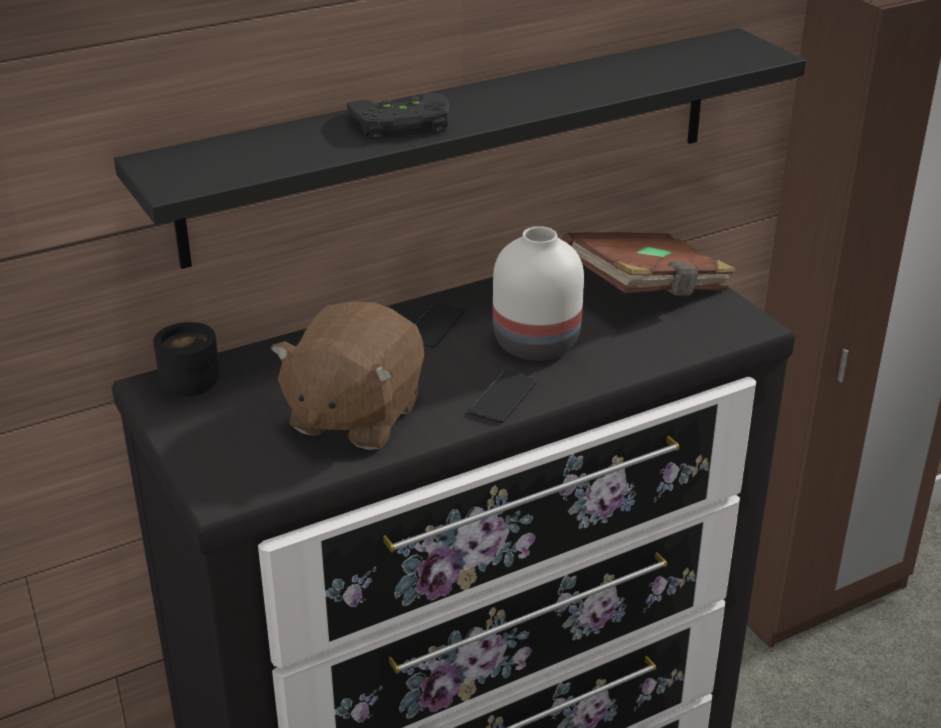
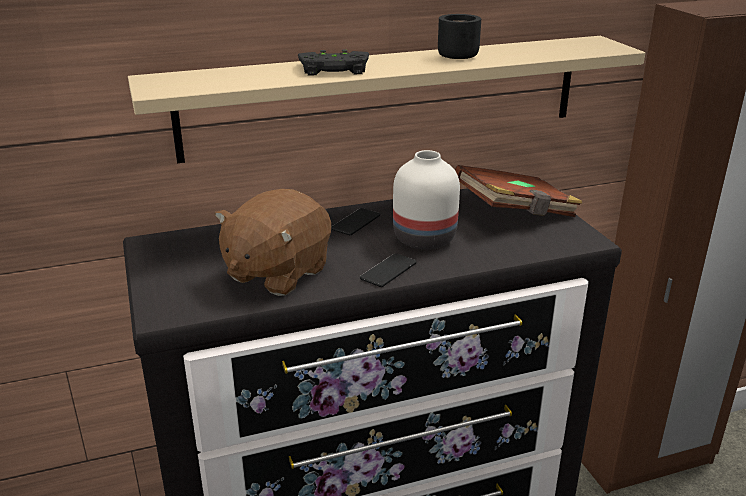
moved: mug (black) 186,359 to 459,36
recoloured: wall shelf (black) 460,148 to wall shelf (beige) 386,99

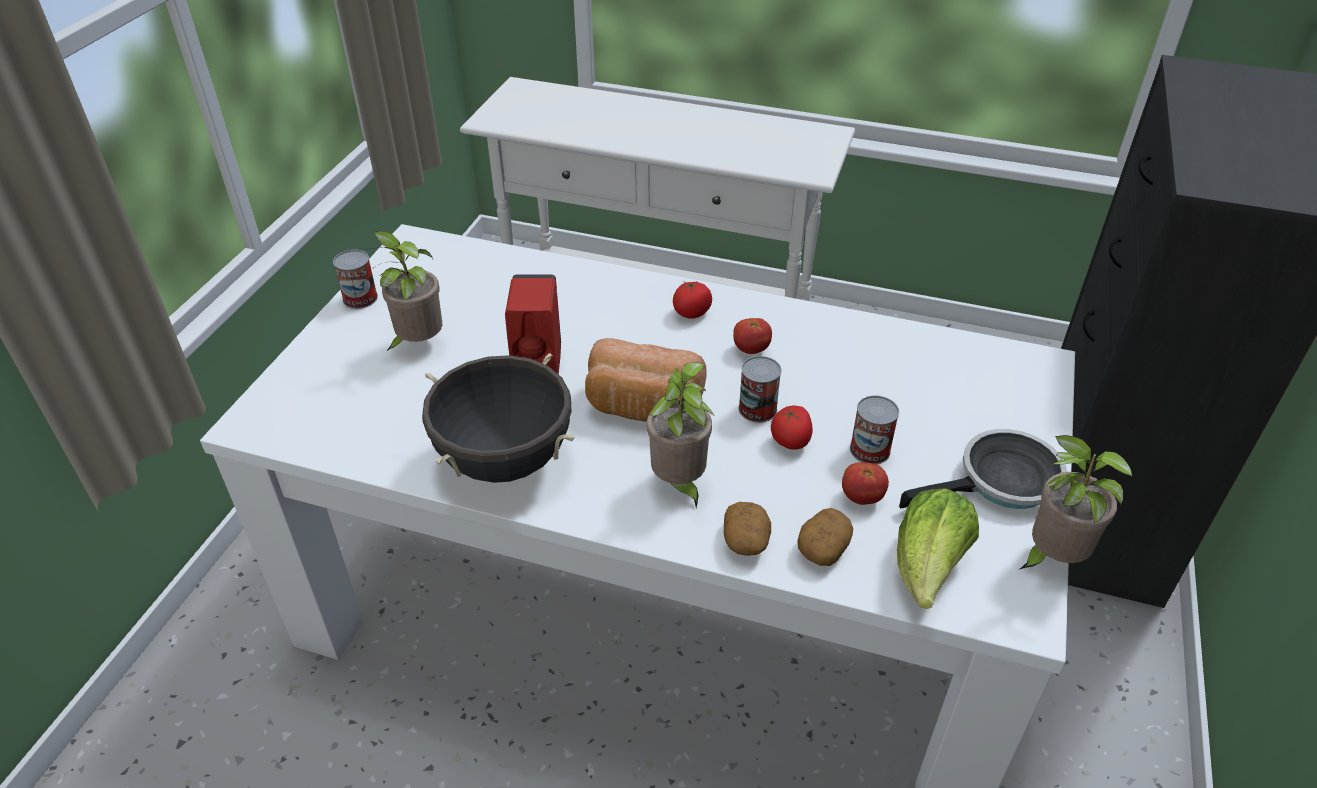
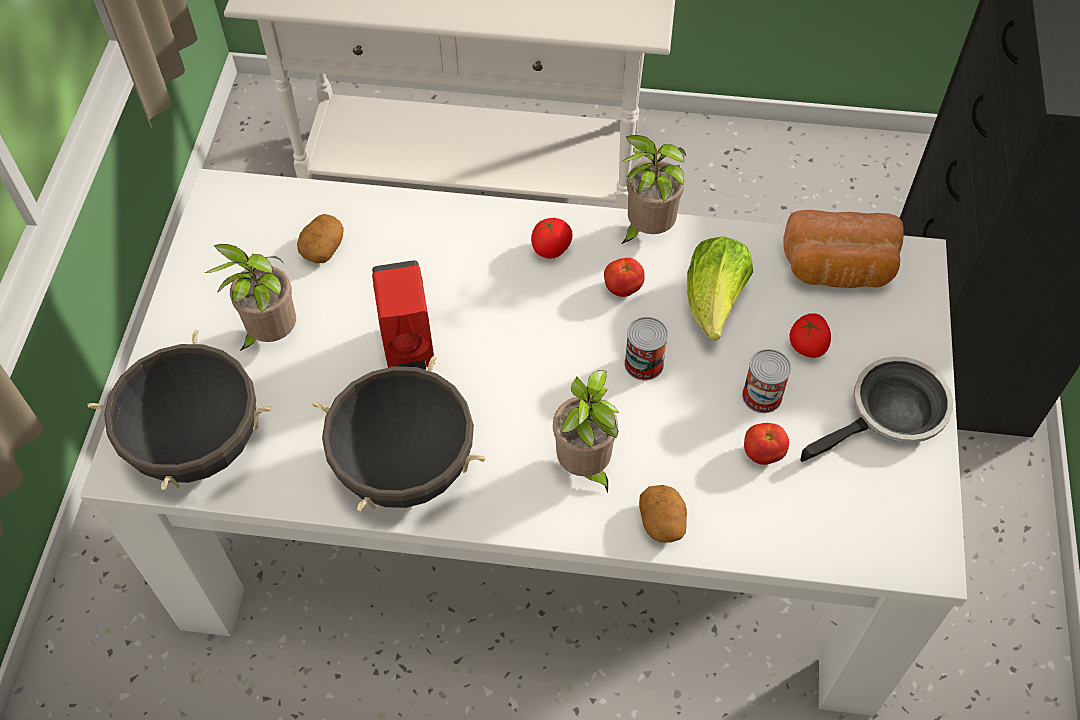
removed: can 355,279
added: saucepot (black) 180,410
moved: baked bread 646,380 to 843,249; fresh tomato 792,428 to 810,335; houseplant 1076,502 to 653,189; head of lettuce 938,548 to 720,288; whole potato 825,537 to 320,239

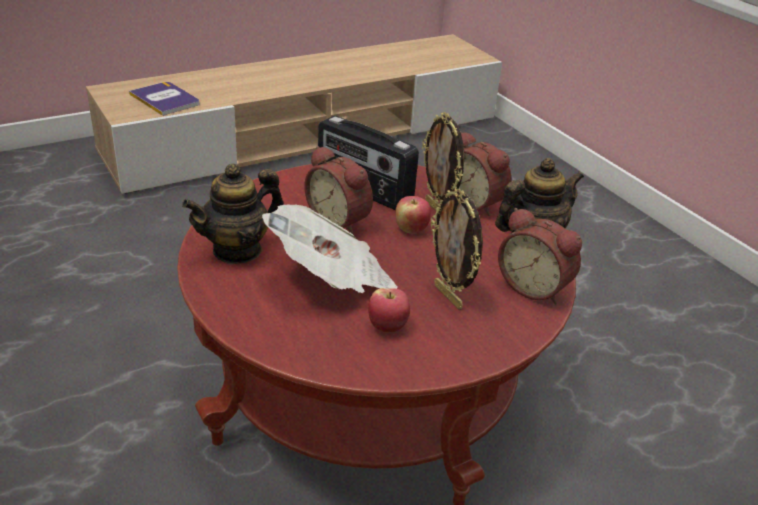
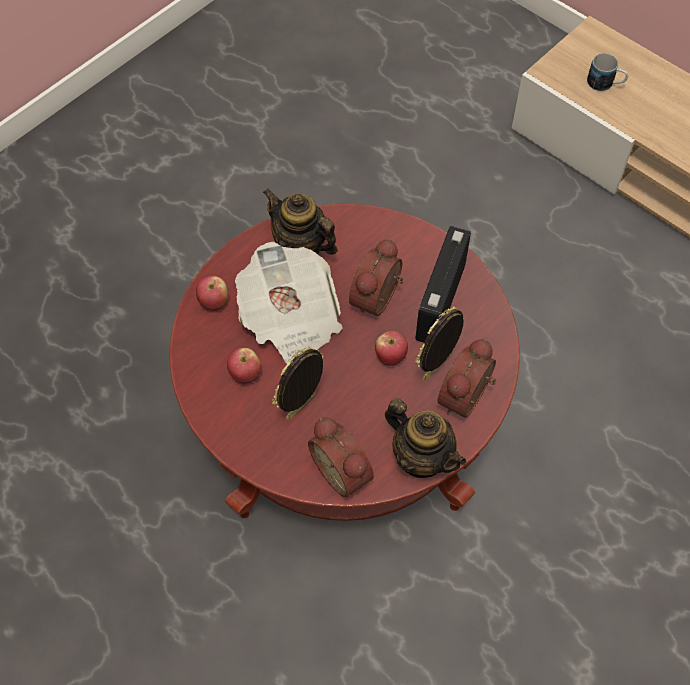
added: whole apple 212,293
replaced: bound book 164,99 to mug 607,72
turned: table clock 540,256 = 341,457 60 degrees counterclockwise

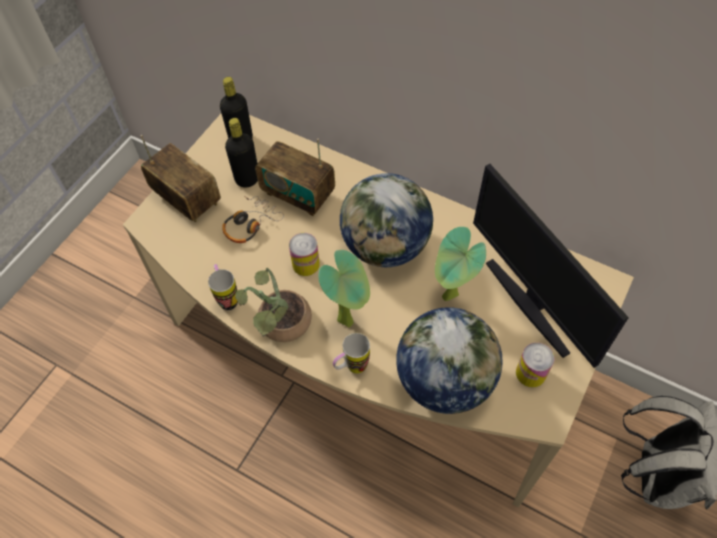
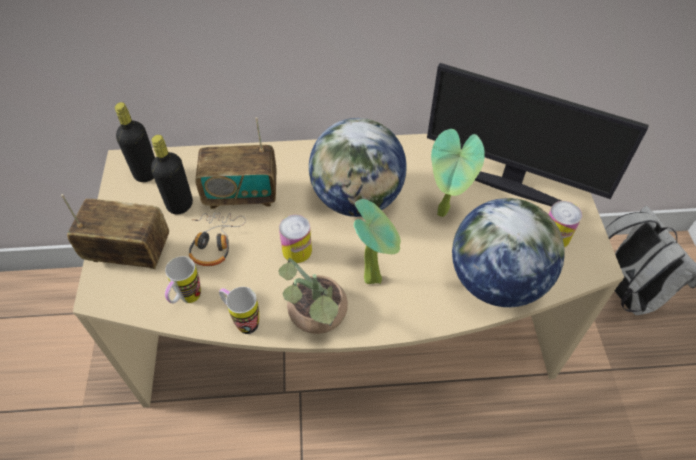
moved: mug 351,353 to 183,279

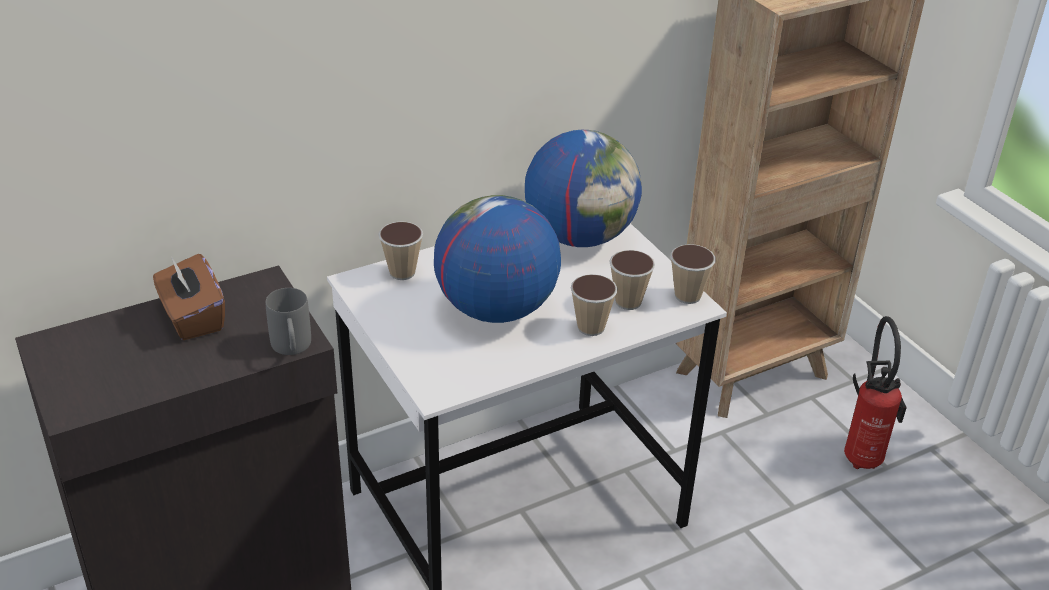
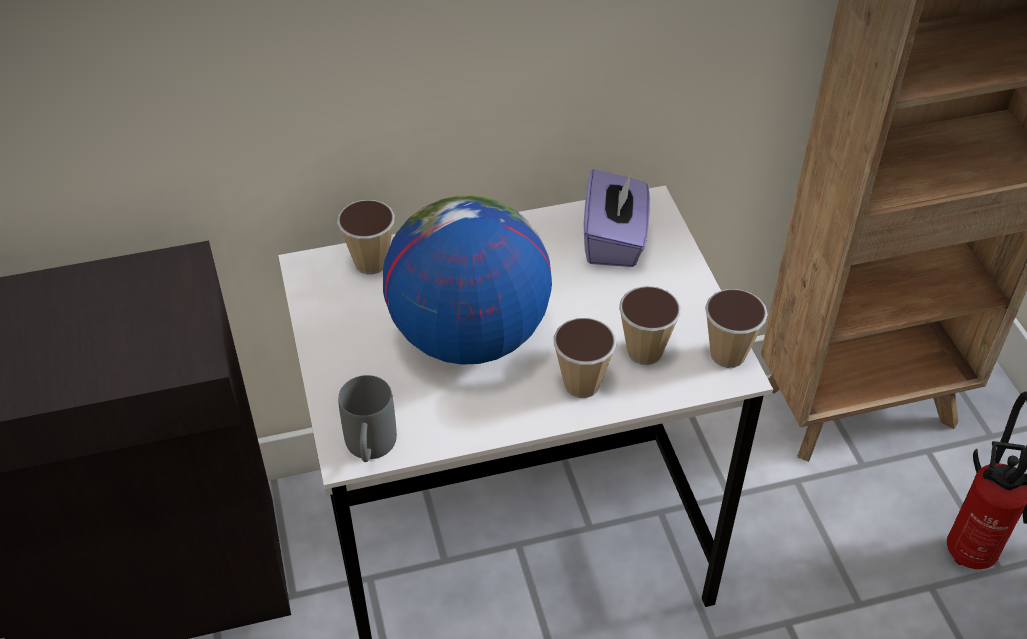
removed: box of tissues (brownish) 189,297
moved: mug (grey) 288,321 to 367,418
replaced: globe 583,188 to box of tissues (purple-coloured) 617,218

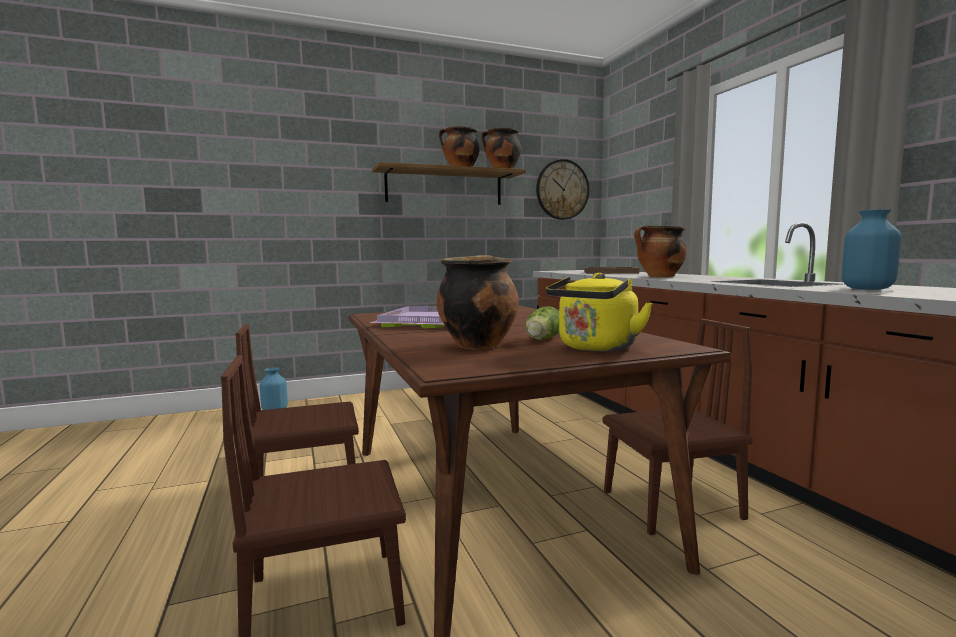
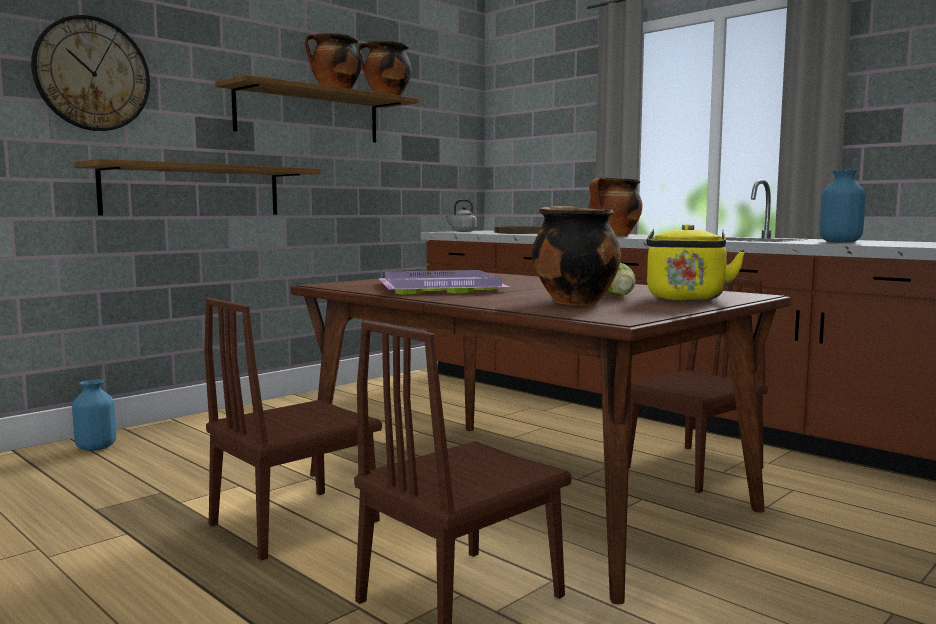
added: wall shelf 197,187; water kettle (grey) 460,216
moved: hanging clock 562,189 to 90,73

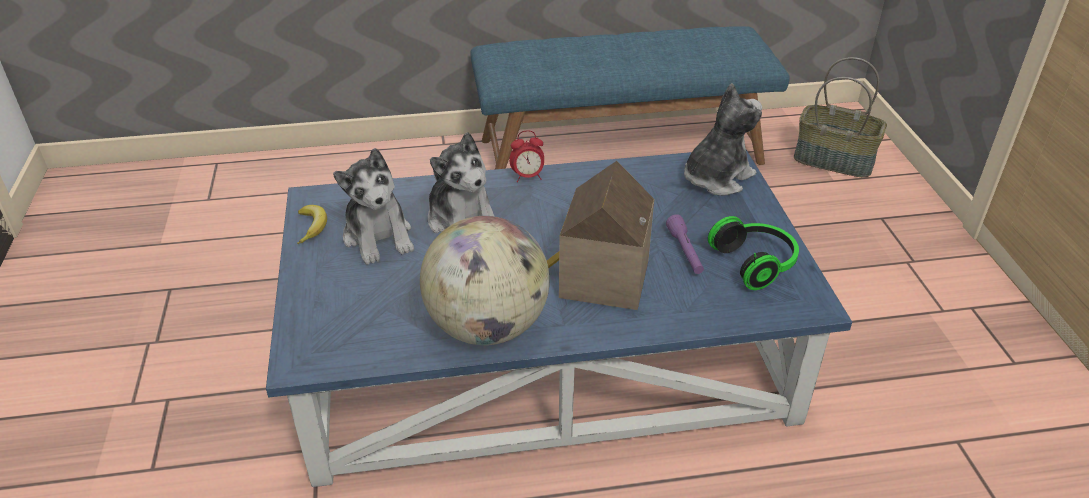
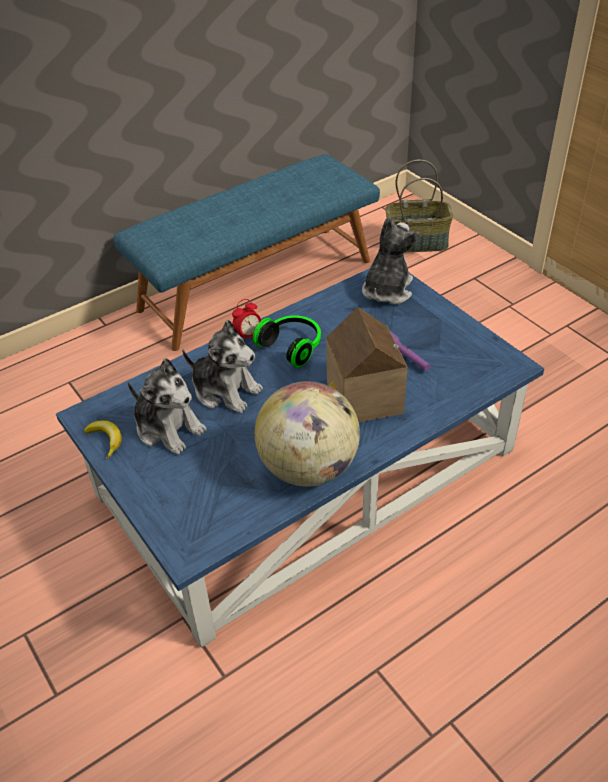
moved: headset 753,253 to 287,341

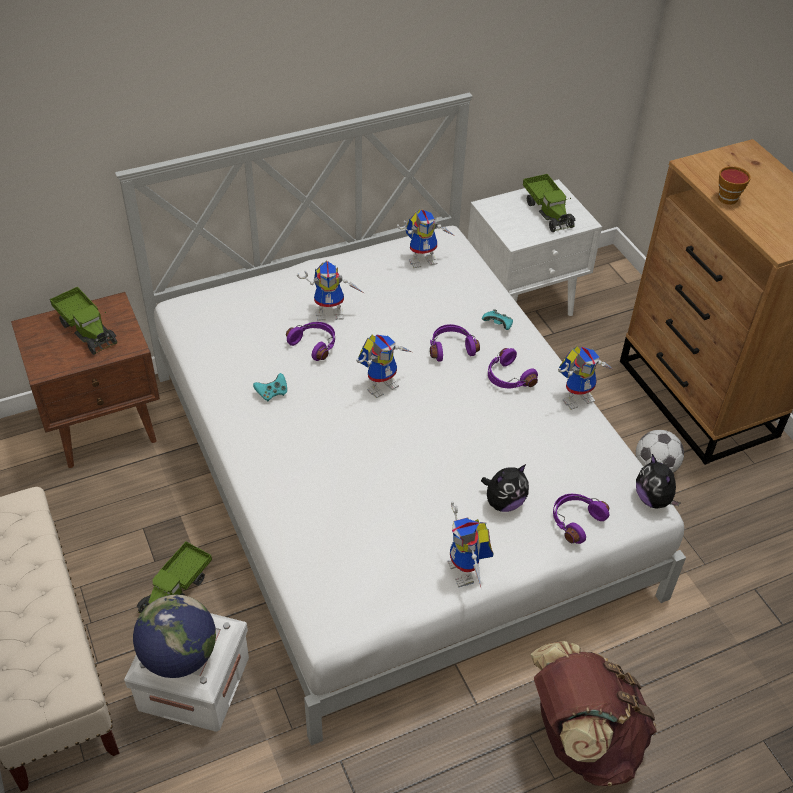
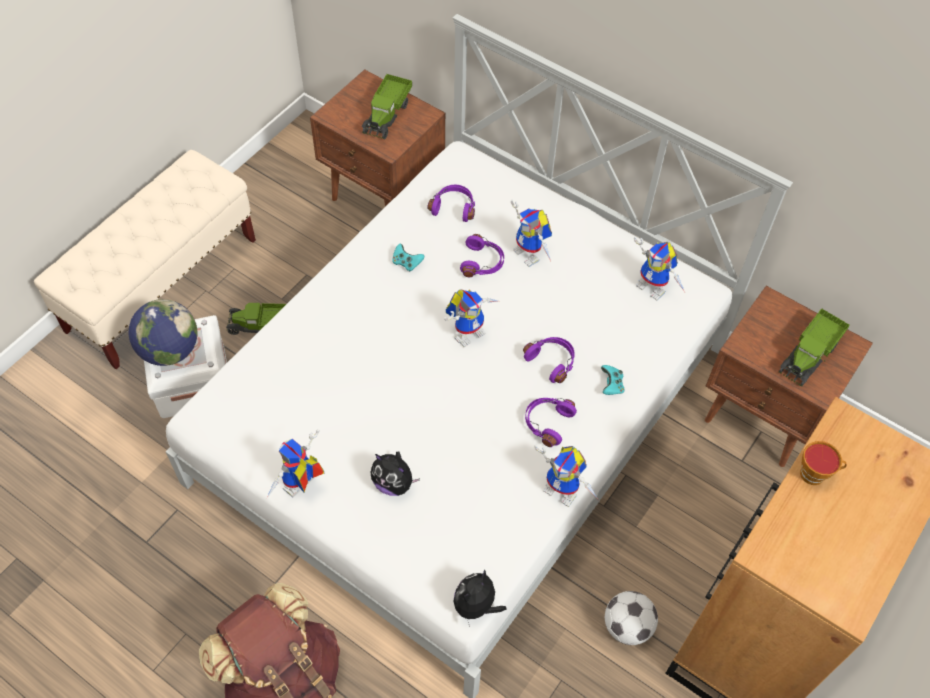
moved: headset (purple-coloured) 581,519 to 451,203
recoloured: bedside table (white) 535,247 to bedside table (brownish) 789,376
turned: robot figure 384,366 = 470,318 60 degrees counterclockwise

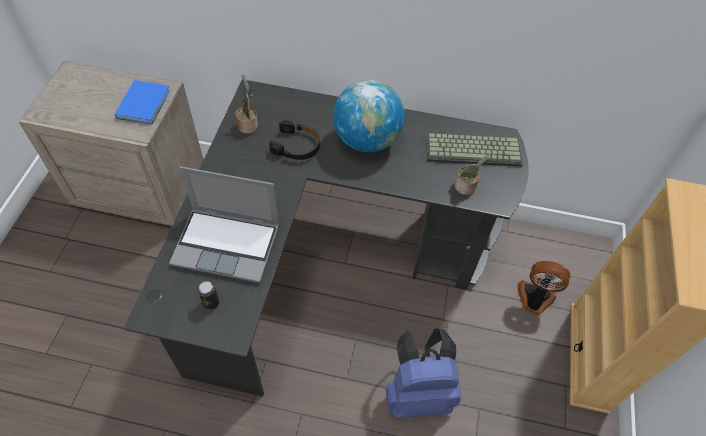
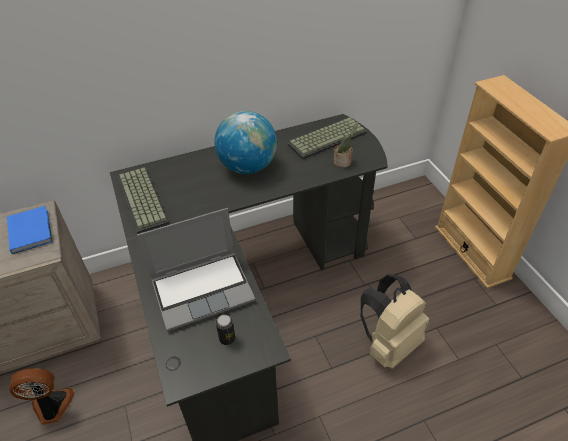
removed: headset (black) 294,140
moved: cooling fan 544,288 to 41,396
replaced: houseplant 246,104 to keyboard 143,200
recoloured: rucksack (blue-coloured) 424,373 to rucksack (beige) 394,321

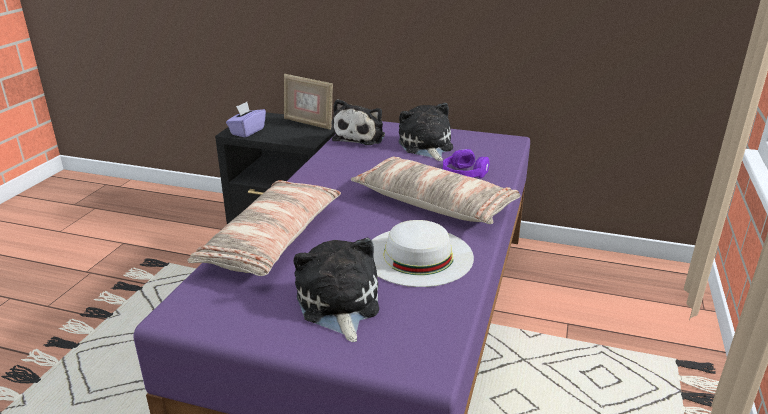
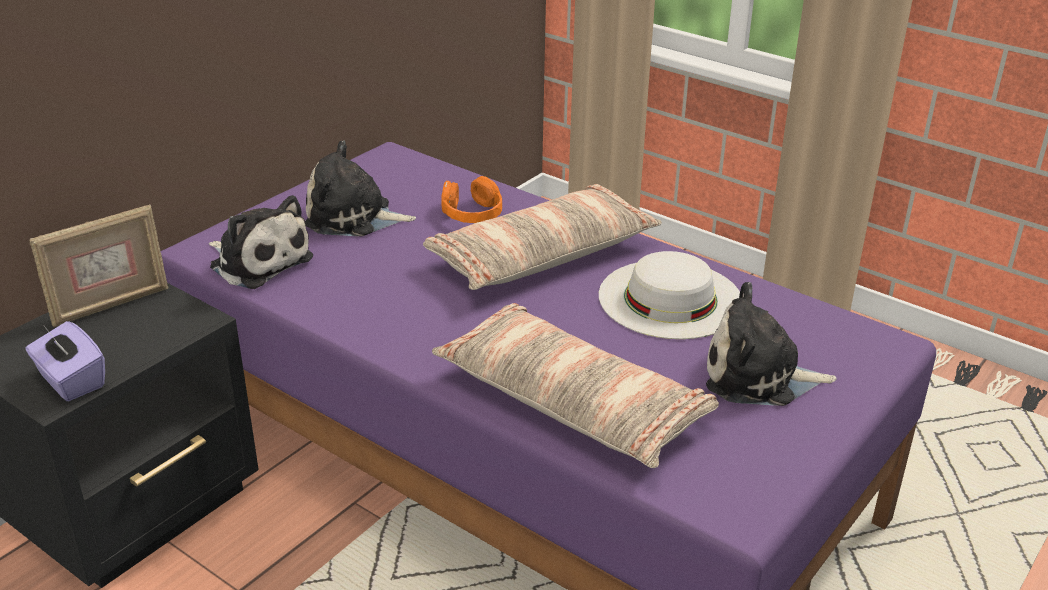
recoloured: headset (purple-coloured) 466,163 to headset (orange-coloured) 471,199

